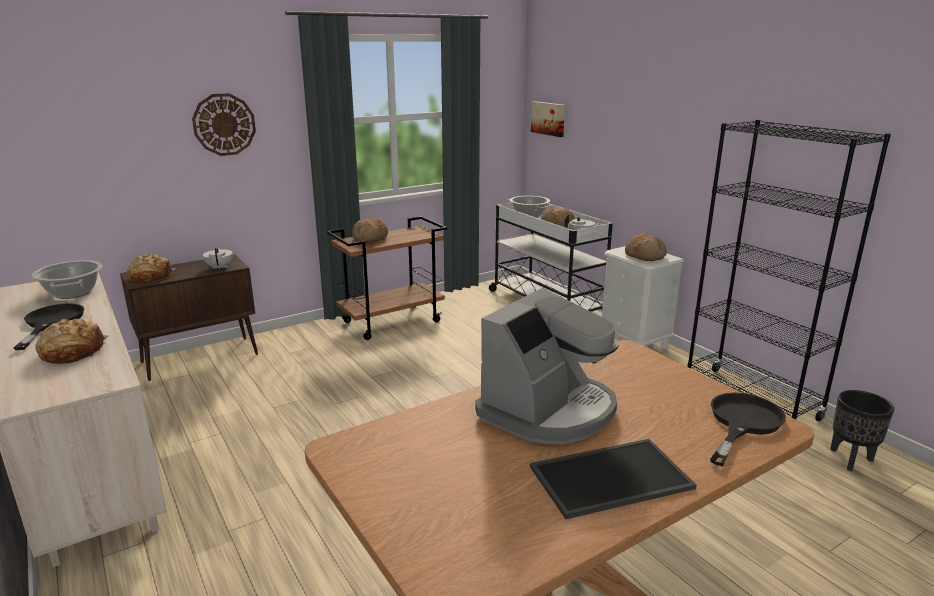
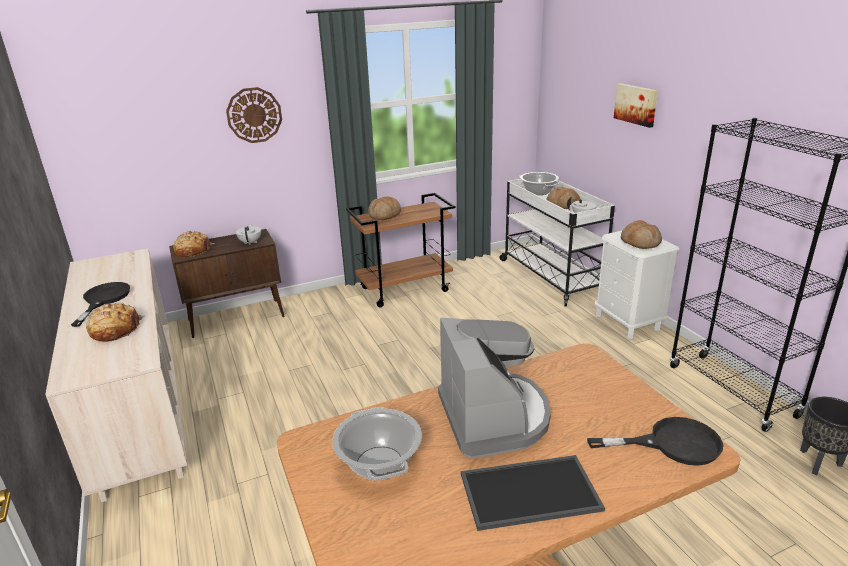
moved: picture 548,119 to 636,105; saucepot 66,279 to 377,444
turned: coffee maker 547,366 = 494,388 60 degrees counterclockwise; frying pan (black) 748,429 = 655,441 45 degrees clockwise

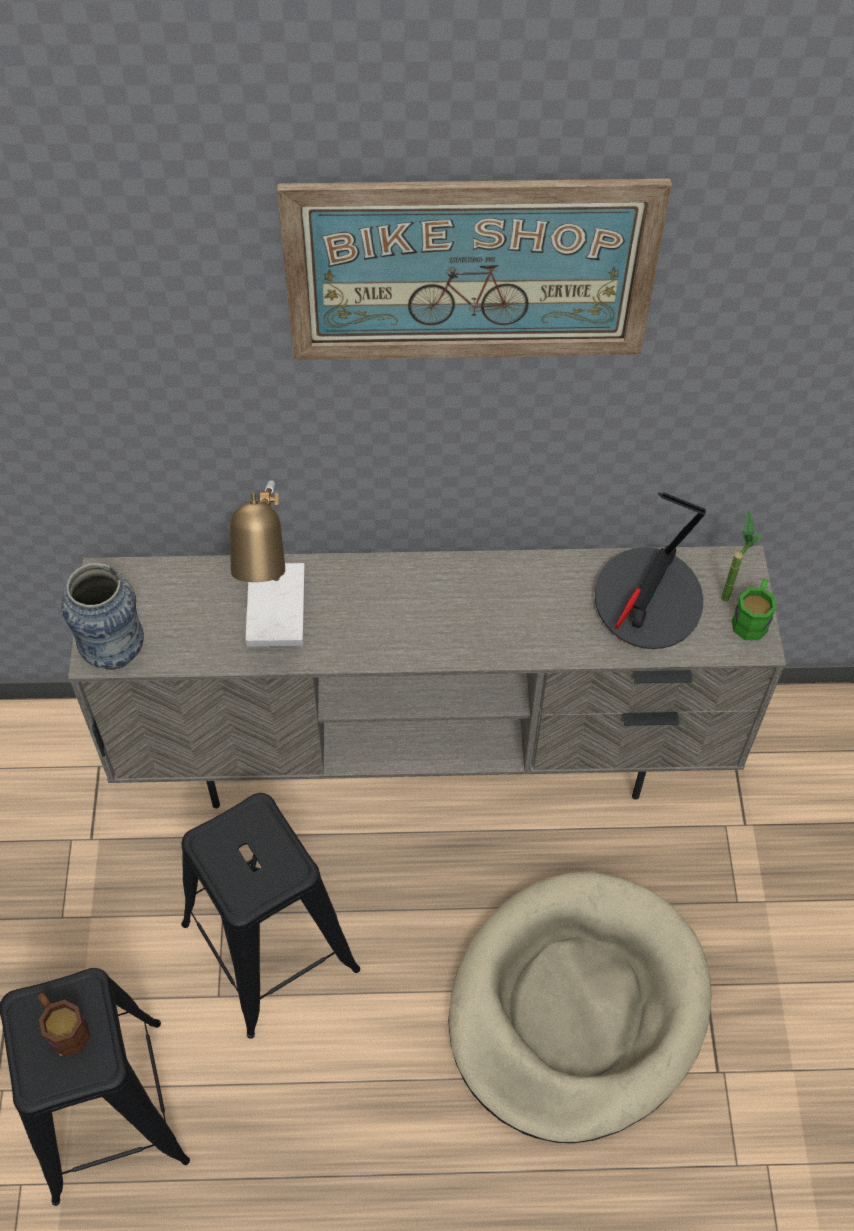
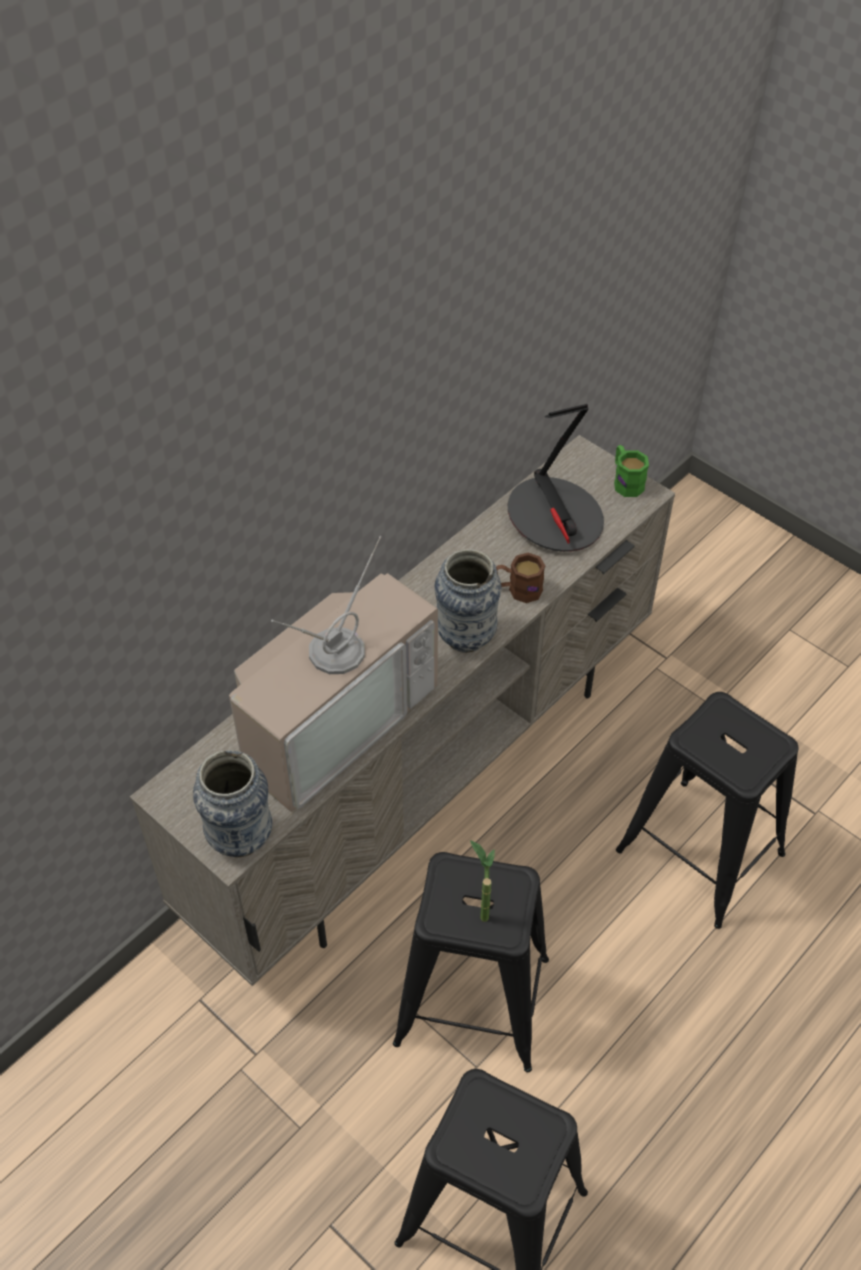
removed: picture 474,269
added: flower vase 468,601
moved: houseplant 742,555 to 482,881; mug (brownish) 64,1025 to 520,578
replaced: tabletop lamp 267,563 to TV 333,674; dog cushion (beige) 580,1007 to stool seat (black) 707,810

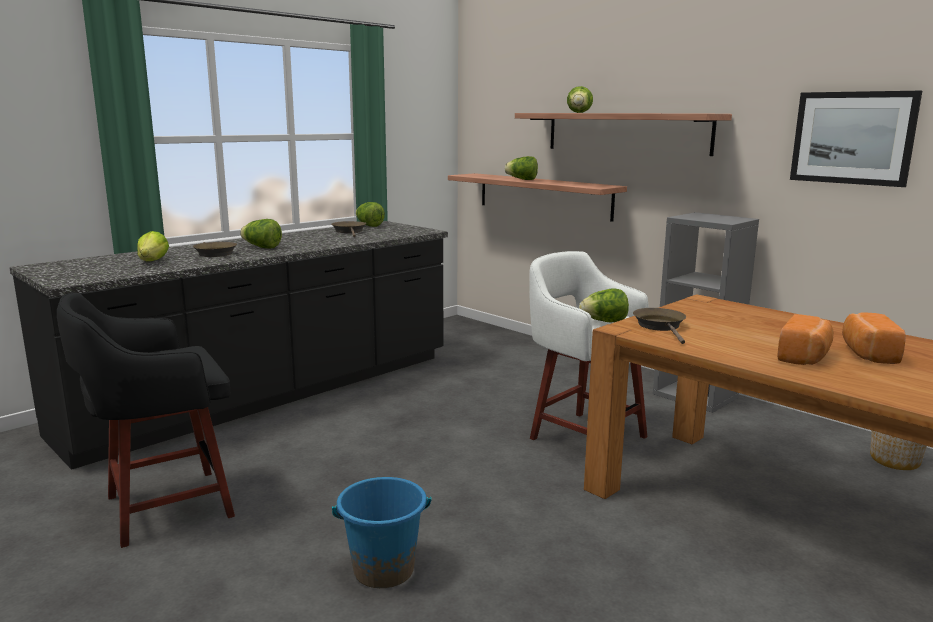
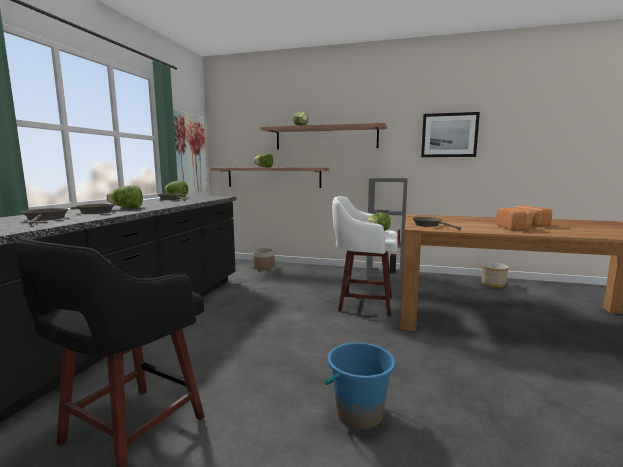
added: picture 190,151; flower pot 263,259
replaced: head of lettuce 153,246 to frying pan (brownish) 45,216

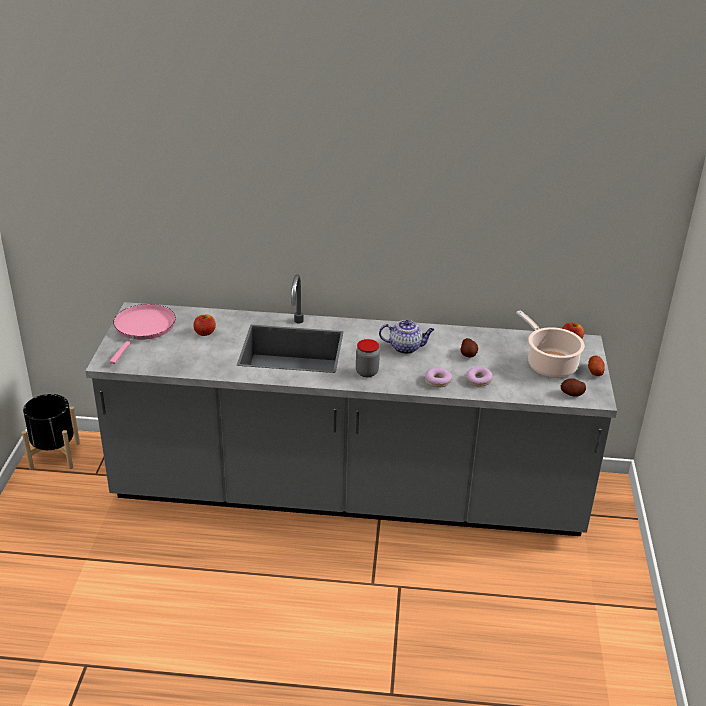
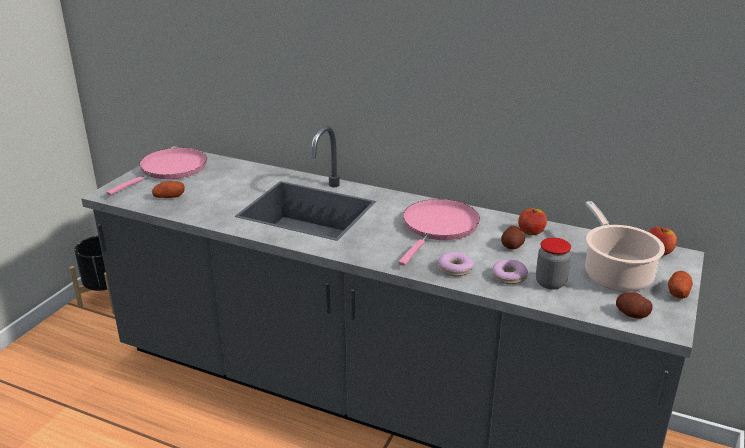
added: whole potato 168,189
moved: whole apple 204,325 to 532,222; preserve jar 368,358 to 553,264
replaced: teapot 406,337 to frying pan (pink-coloured) 439,232

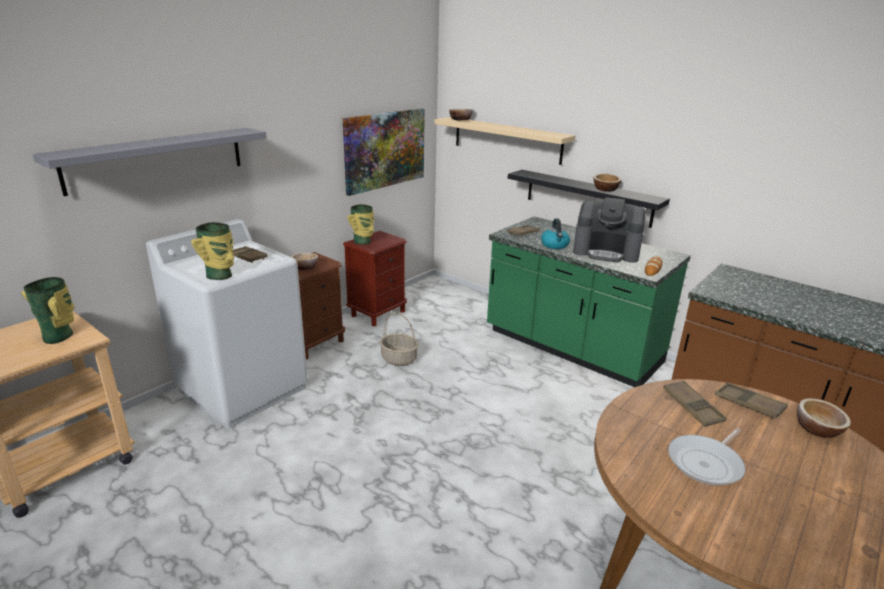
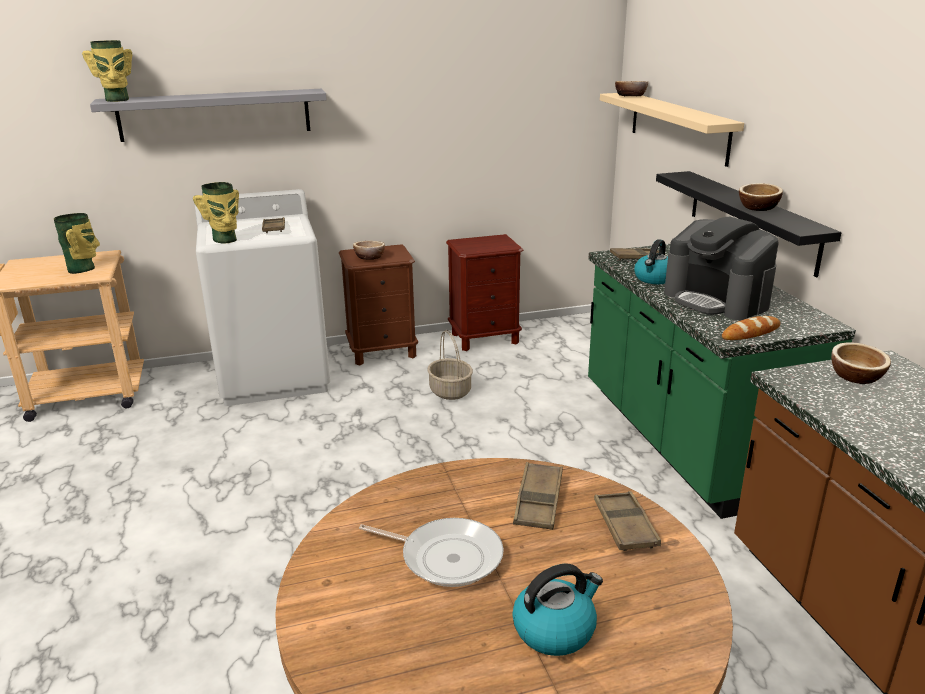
removed: picture 384,152
added: water kettle 557,609
moved: flower vase 361,224 to 107,71; bowl 824,418 to 861,363
turned: frying pan 707,457 = 431,552 150 degrees counterclockwise

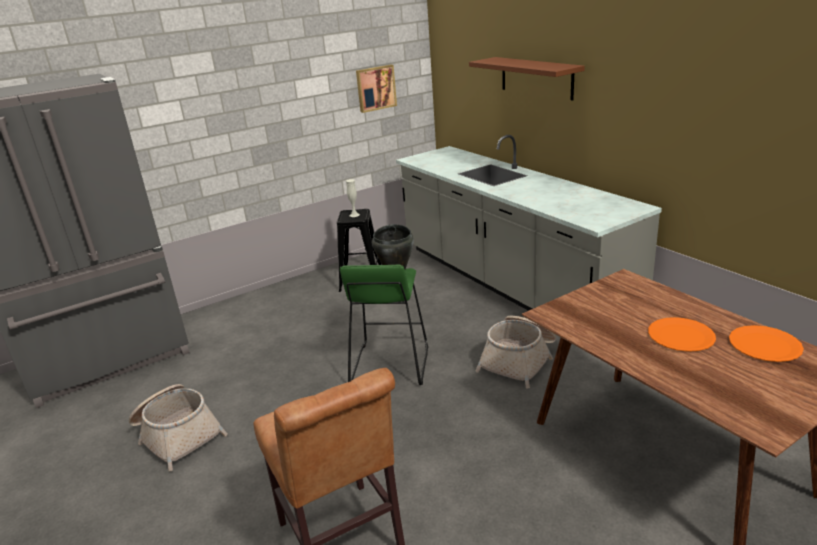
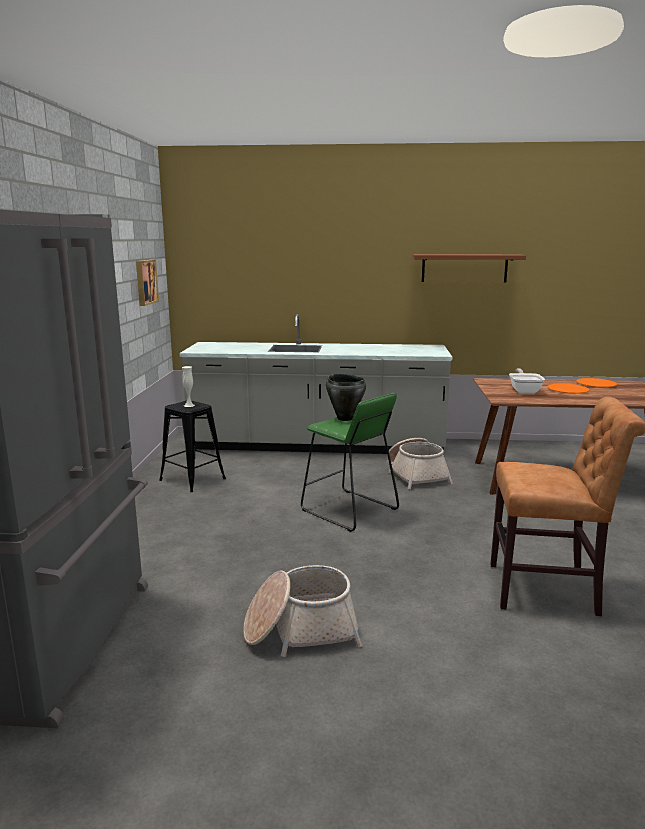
added: frying pan 527,380
moved: wall shelf (brownish) 527,78 to 469,268

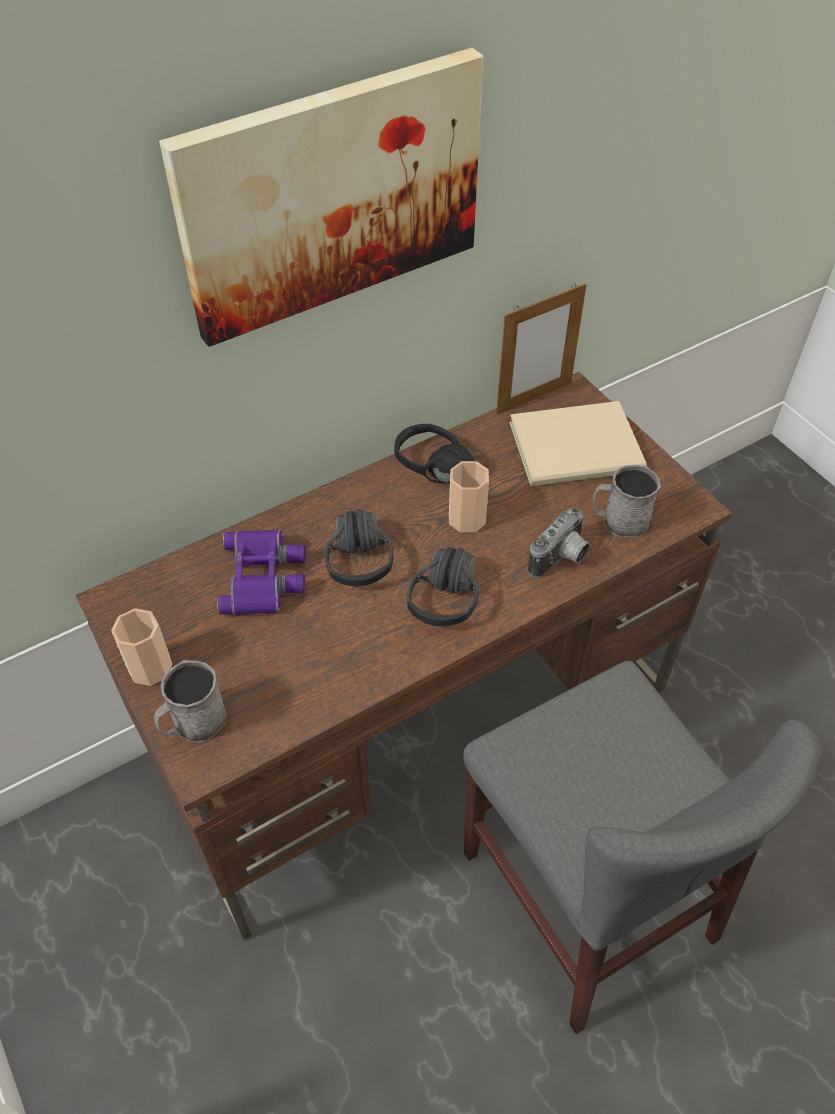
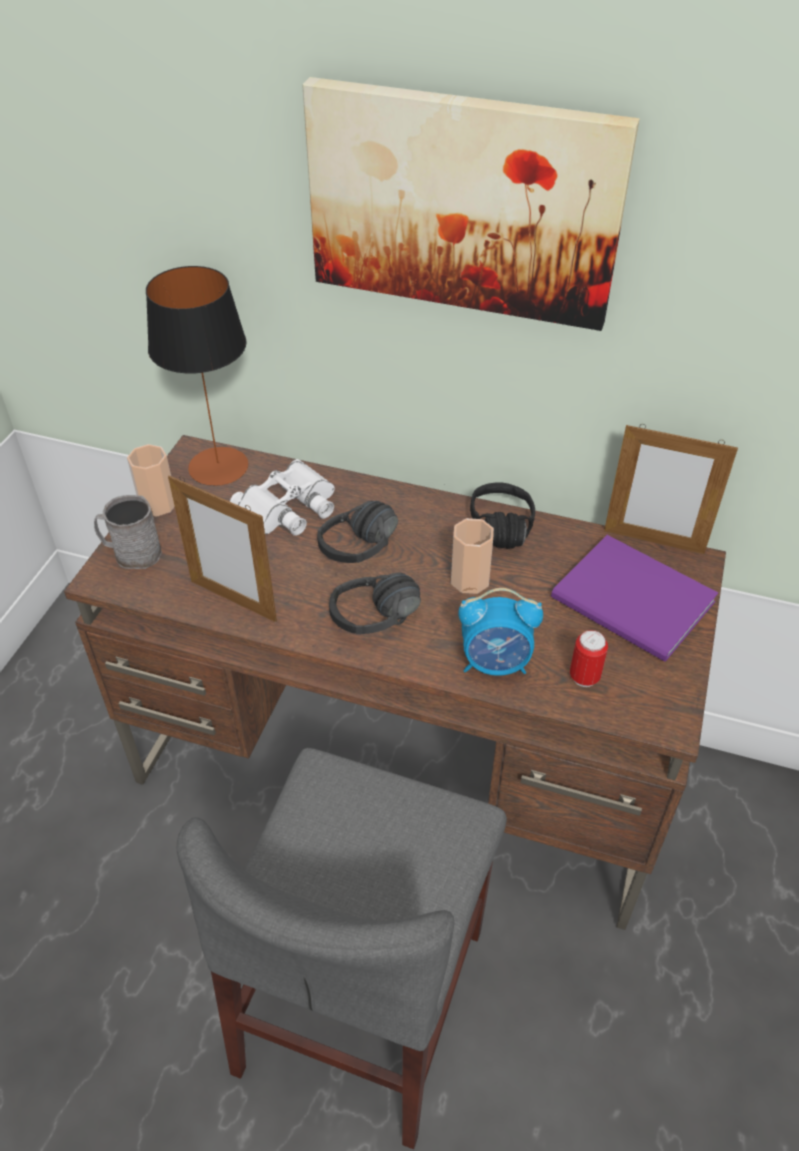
added: tabletop lamp 197,376; picture frame 222,548
replaced: mug (grey) 627,501 to can 589,658; still camera 559,543 to table clock 500,632
recoloured: bound book (beige) 578,443 to bound book (purple-coloured) 634,598; binoculars (purple-coloured) 261,572 to binoculars (white) 282,497

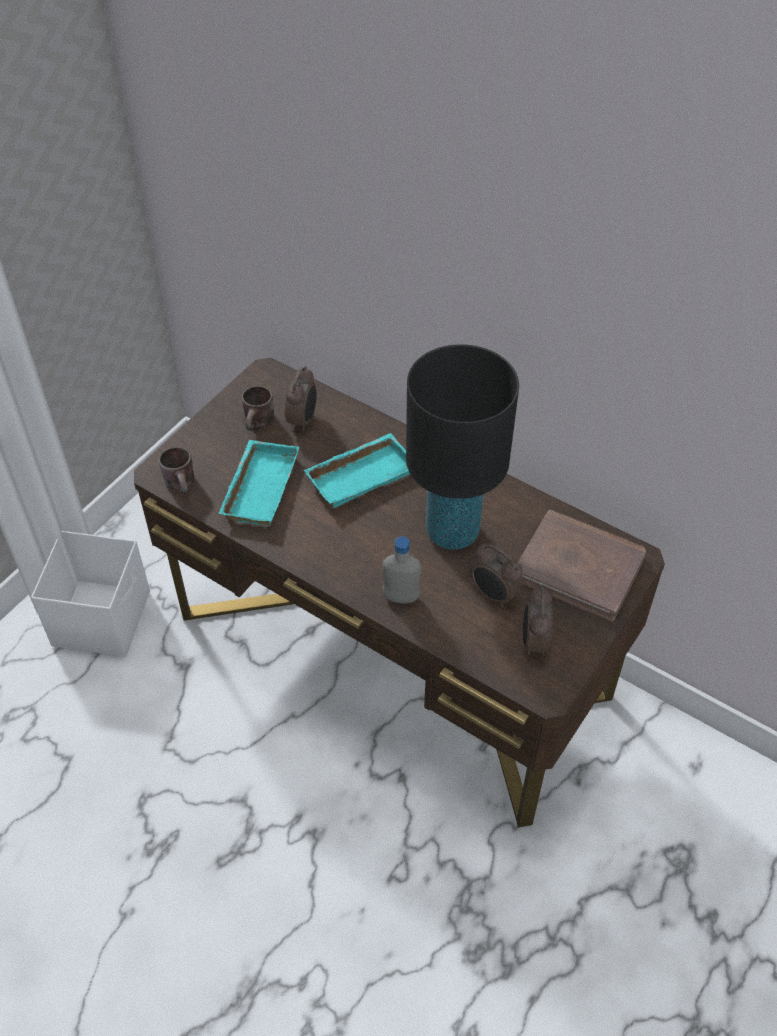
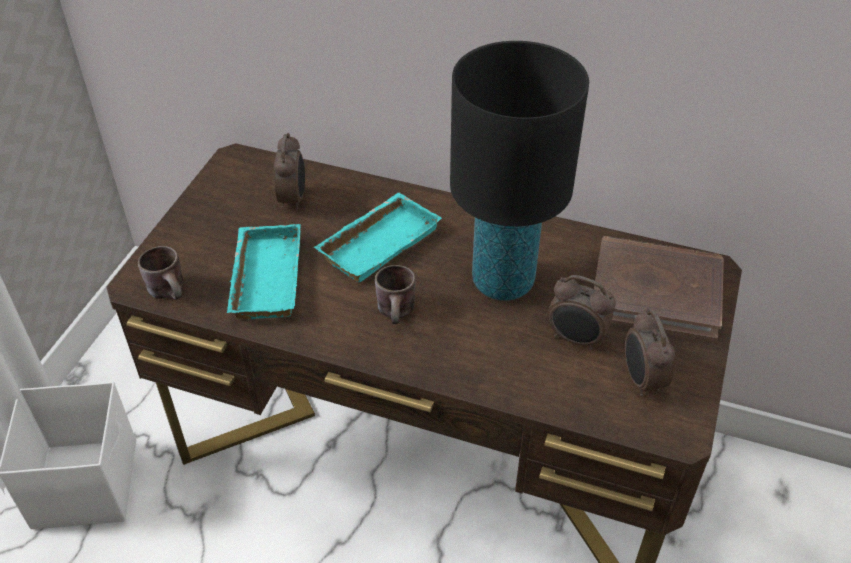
removed: beverage bottle (grey) 401,570
moved: mug (brownish) 257,408 to 395,294

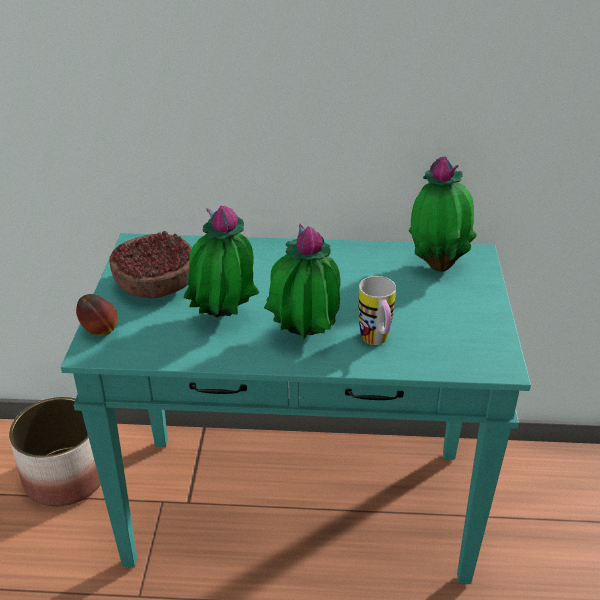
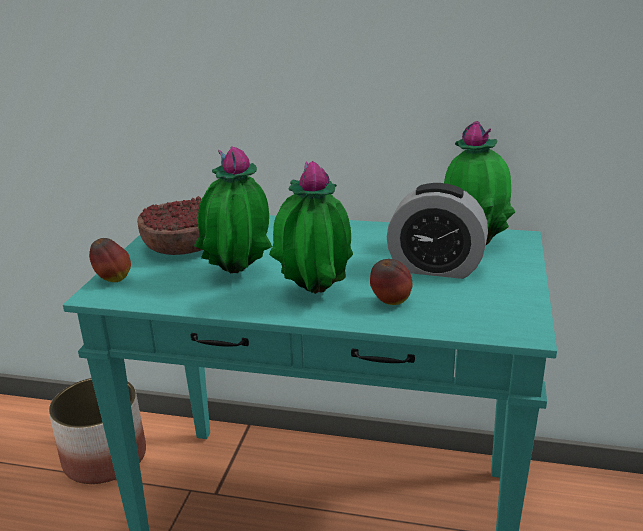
added: table clock 437,231
replaced: mug 377,310 to whole apple 391,282

